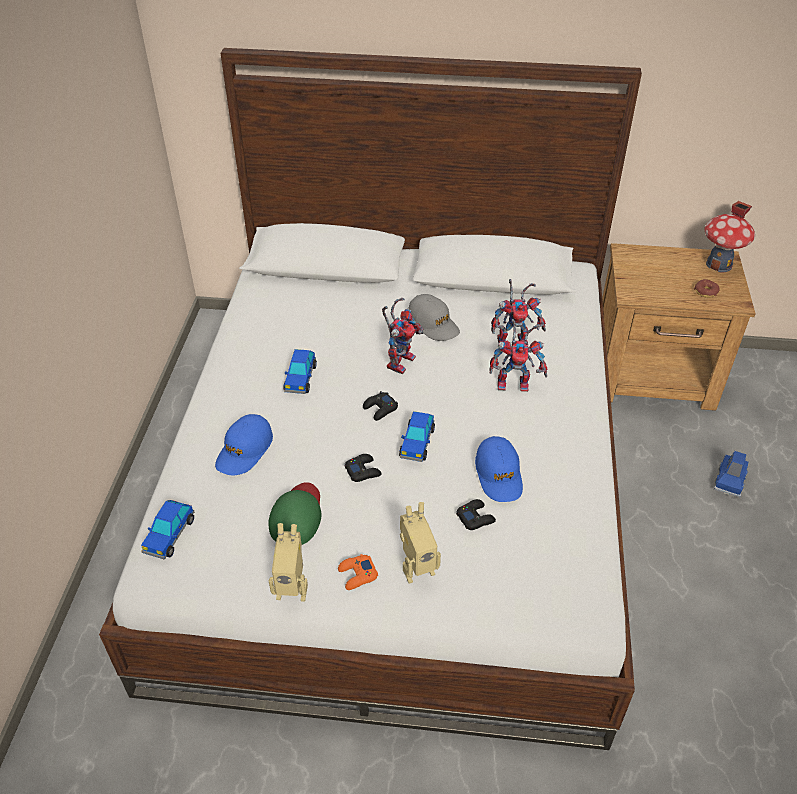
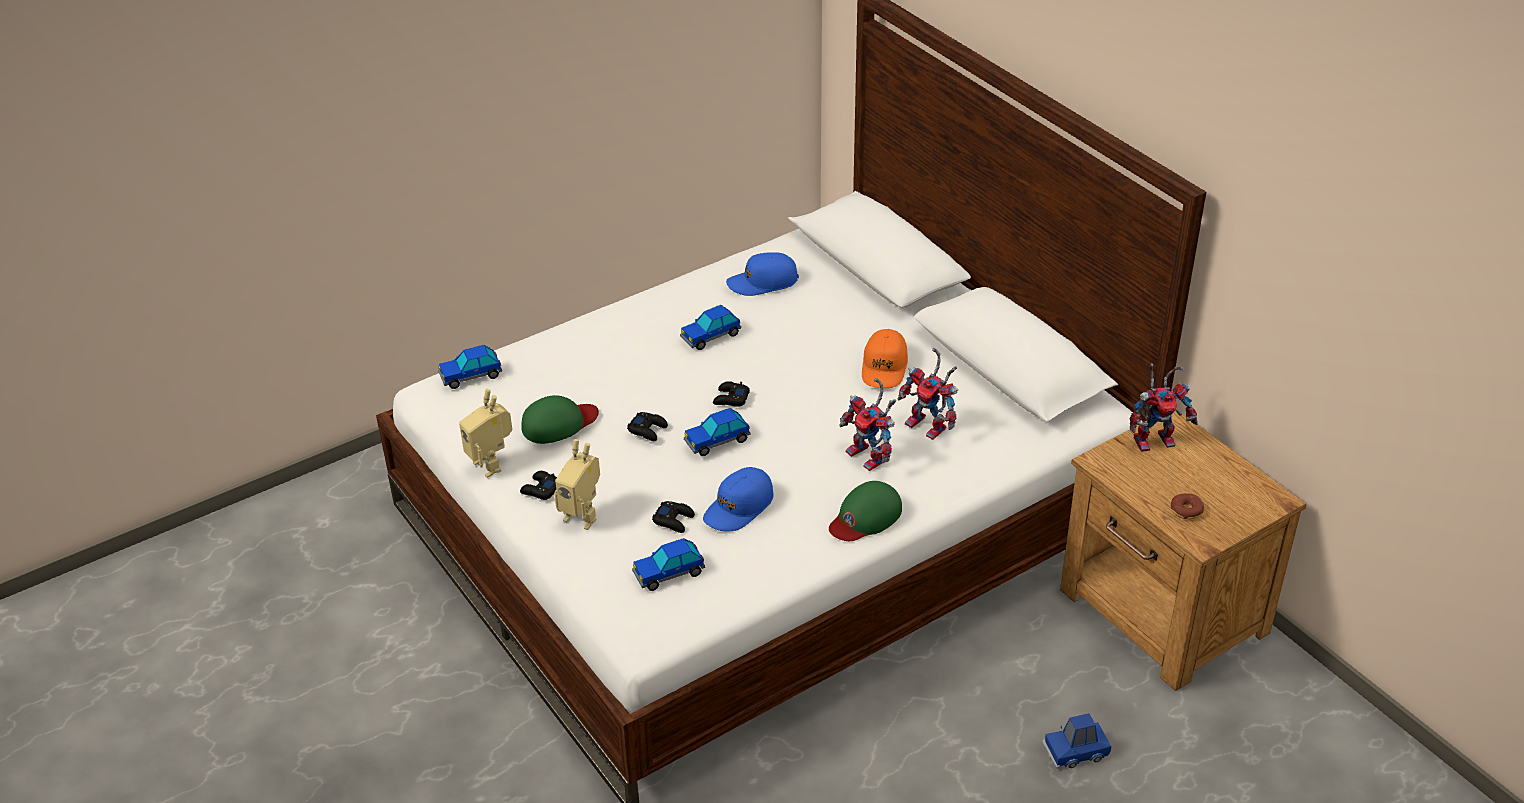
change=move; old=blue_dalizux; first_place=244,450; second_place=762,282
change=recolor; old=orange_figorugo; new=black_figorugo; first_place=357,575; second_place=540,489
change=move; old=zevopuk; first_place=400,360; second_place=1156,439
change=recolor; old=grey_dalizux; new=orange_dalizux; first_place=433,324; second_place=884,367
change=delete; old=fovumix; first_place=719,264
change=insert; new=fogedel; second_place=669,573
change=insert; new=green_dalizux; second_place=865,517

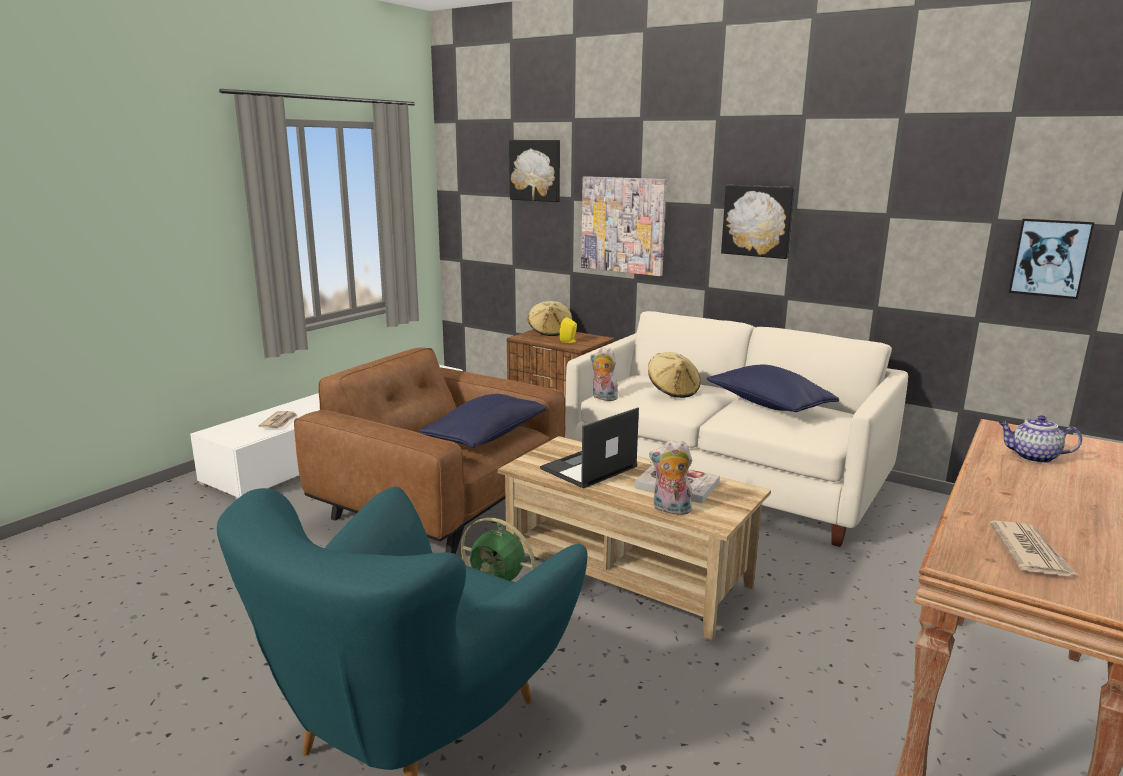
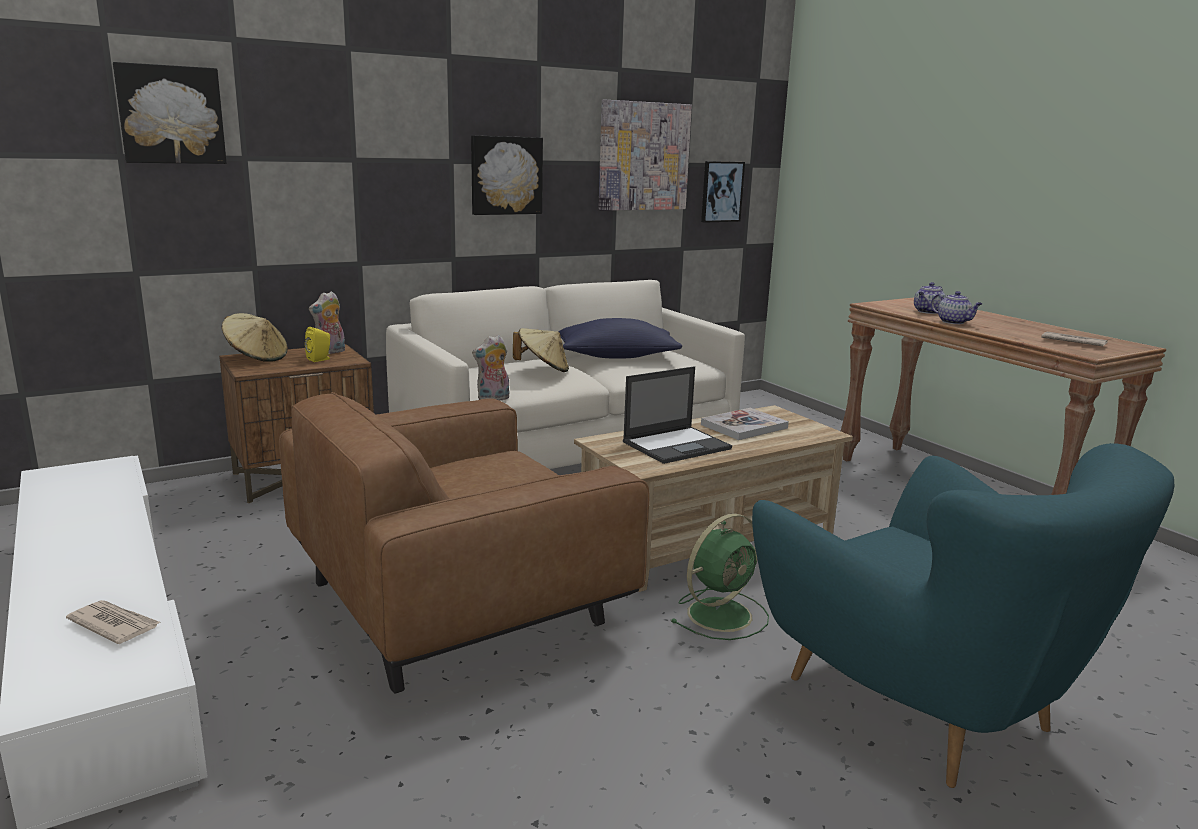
change=delete; old=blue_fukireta; first_place=486,437
change=rotate; old=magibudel; first_place=588,468; second_place=677,445; degrees=-105
change=move; old=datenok; first_place=623,225; second_place=643,156
change=move; old=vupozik; first_place=670,510; second_place=330,352
change=insert; new=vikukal; second_place=954,322

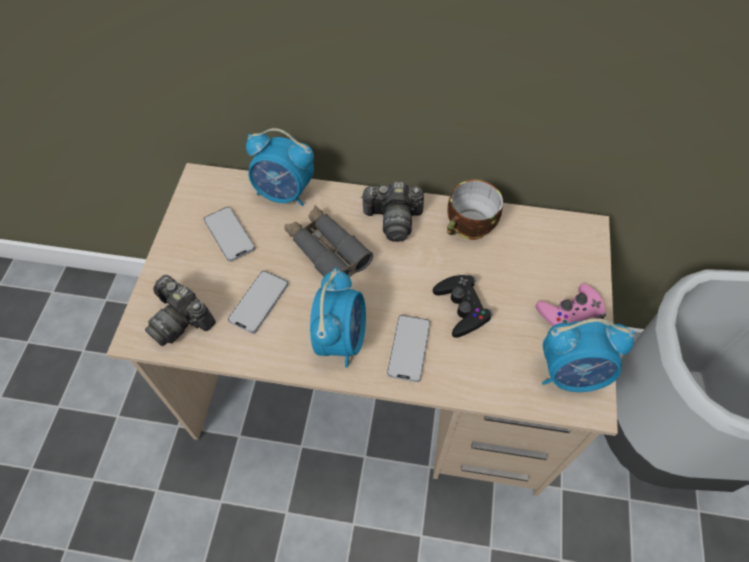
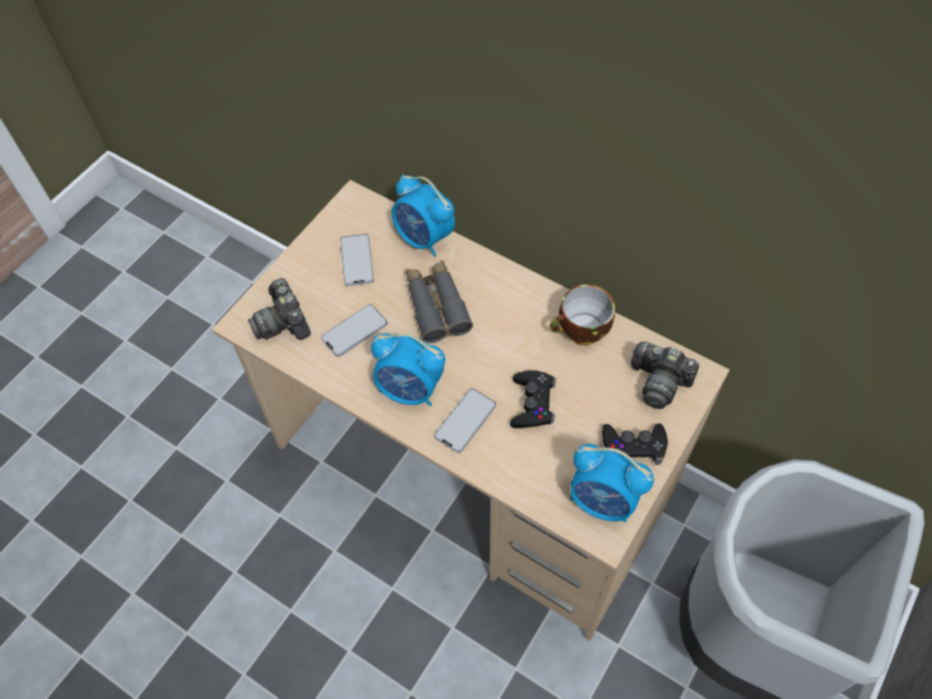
change=rotate; old=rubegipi; first_place=341,338; second_place=410,389; degrees=75
change=move; old=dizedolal; first_place=393,219; second_place=659,382
change=recolor; old=pink_figorugo; new=black_figorugo; first_place=570,312; second_place=633,446

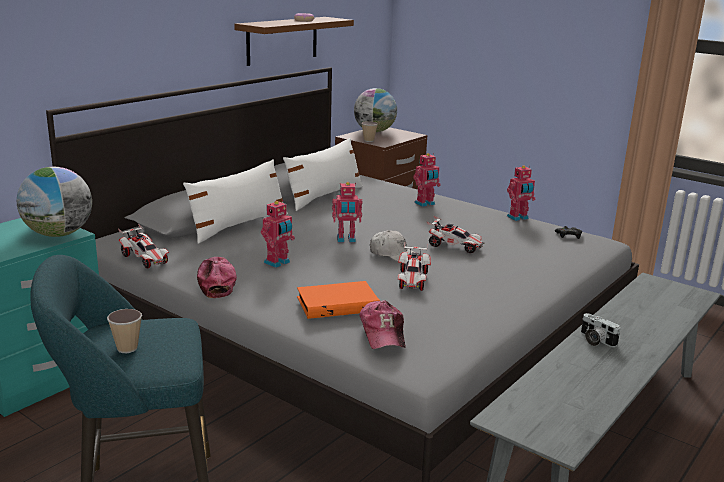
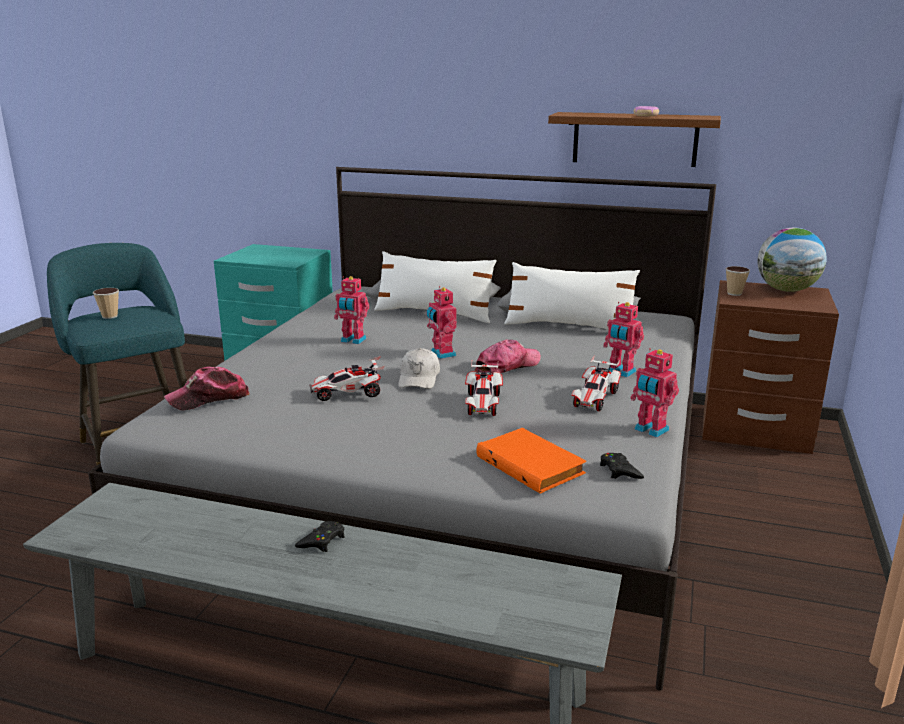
change=delete; old=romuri; first_place=58,234
change=move; old=fogedel; first_place=145,259; second_place=595,399
change=move; old=dalizux; first_place=215,283; second_place=507,366
change=move; old=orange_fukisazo; first_place=337,303; second_place=532,464
change=replace; old=dizedolal; new=black_figorugo; first_place=595,340; second_place=322,541

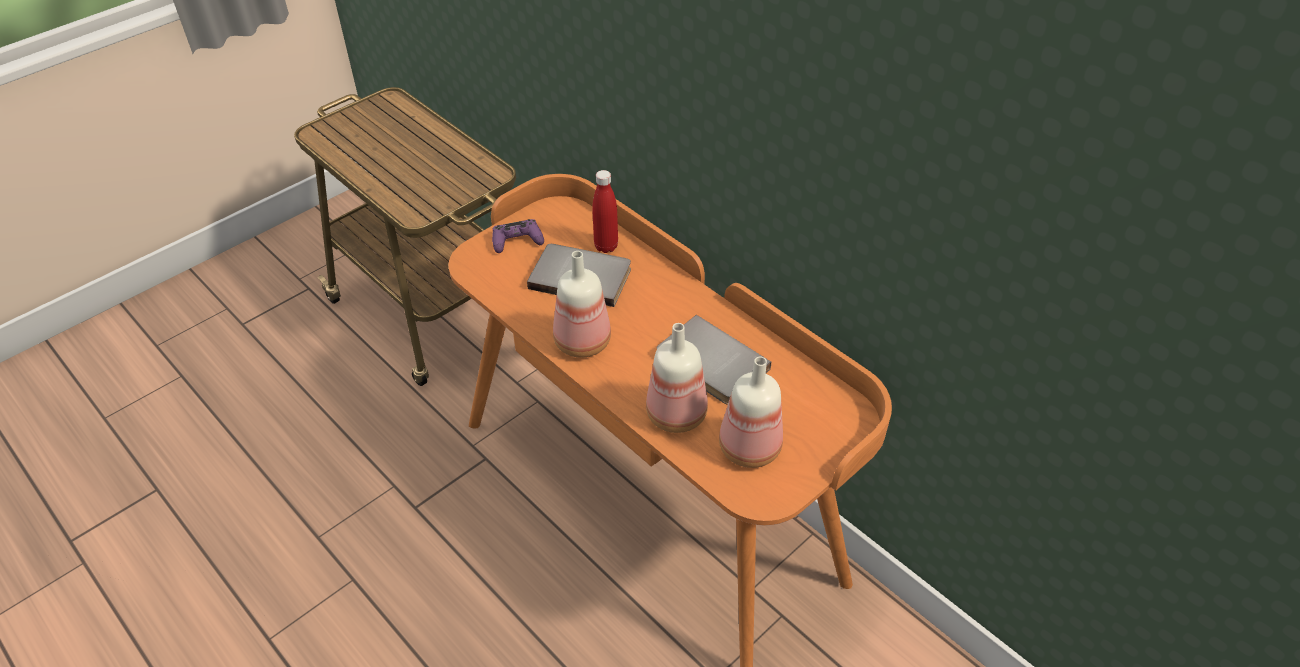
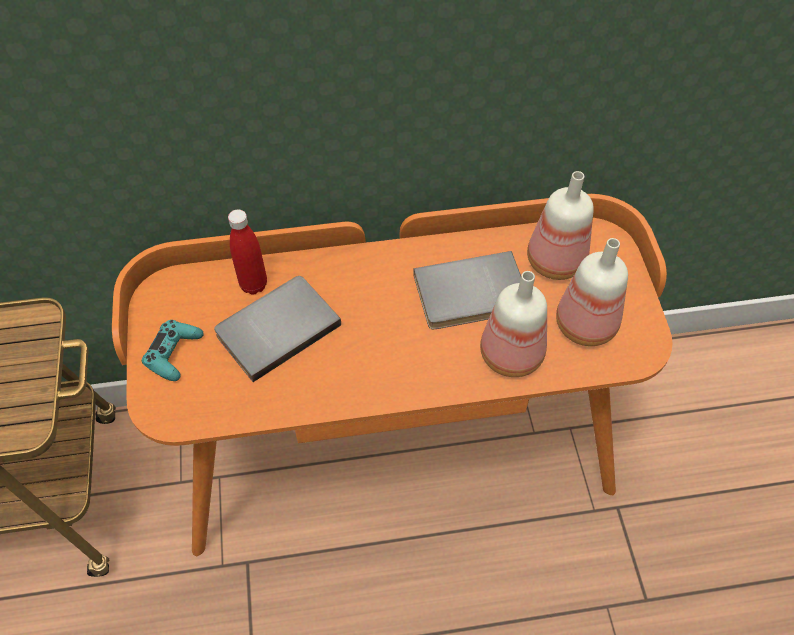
change=recolor; old=purple_figorugo; new=turquoise_figorugo; first_place=517,241; second_place=174,353
change=move; old=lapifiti; first_place=580,342; second_place=555,263

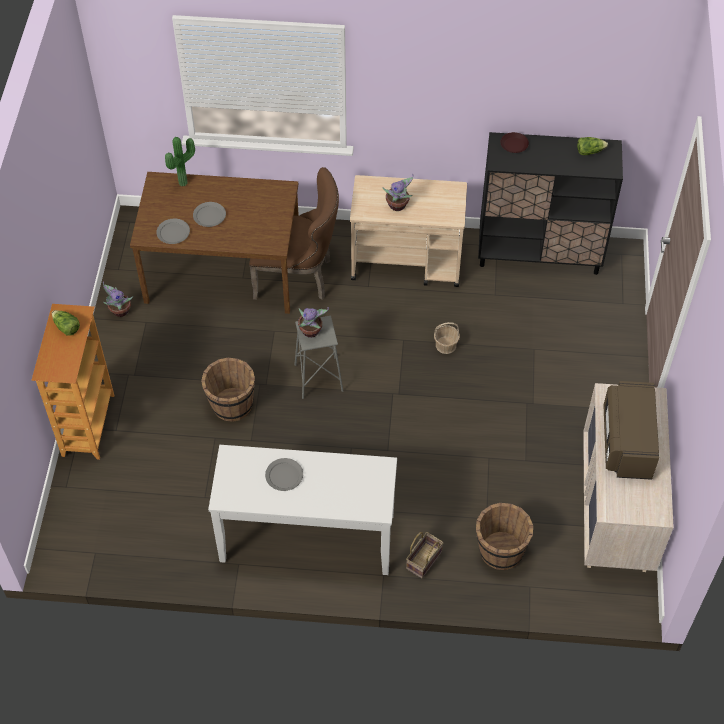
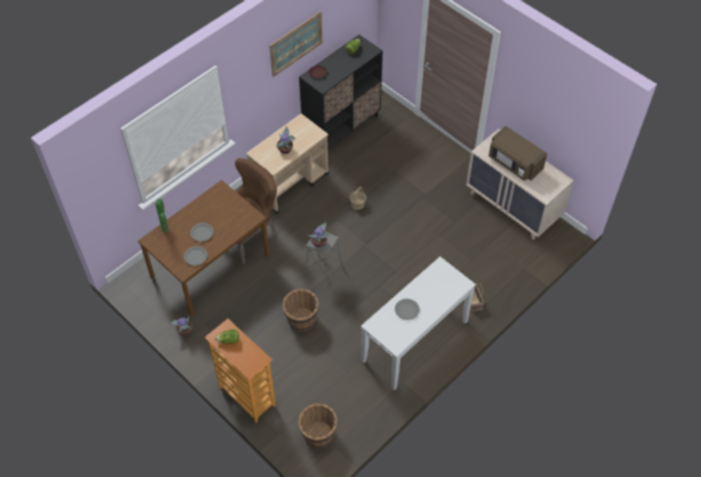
change=move; old=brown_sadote; first_place=500,551; second_place=318,435
change=insert; new=datenok; second_place=296,43

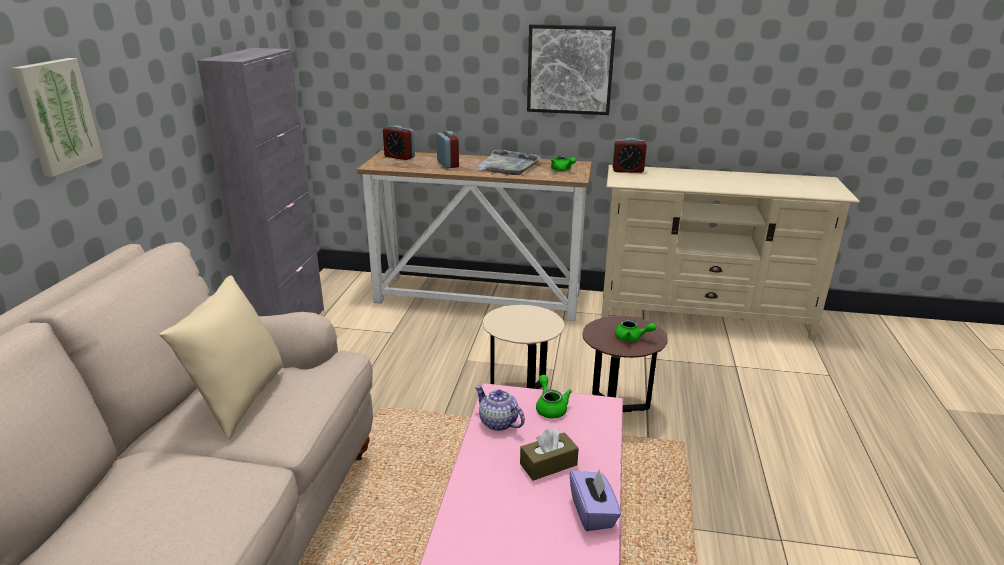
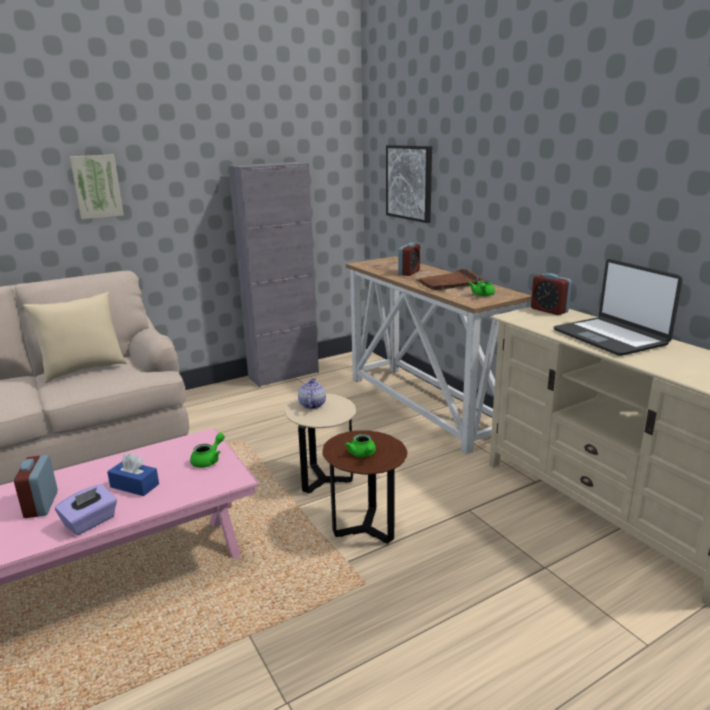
change=move; old=rubegipi; first_place=399,157; second_place=41,505
change=move; old=vikukal; first_place=498,422; second_place=312,405
change=recolor; old=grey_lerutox; new=brown_lerutox; first_place=508,165; second_place=449,283
change=recolor; old=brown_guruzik; new=blue_guruzik; first_place=548,464; second_place=134,486
change=move; old=datenok; first_place=570,69; second_place=409,182
change=insert; new=magibudel; second_place=610,337

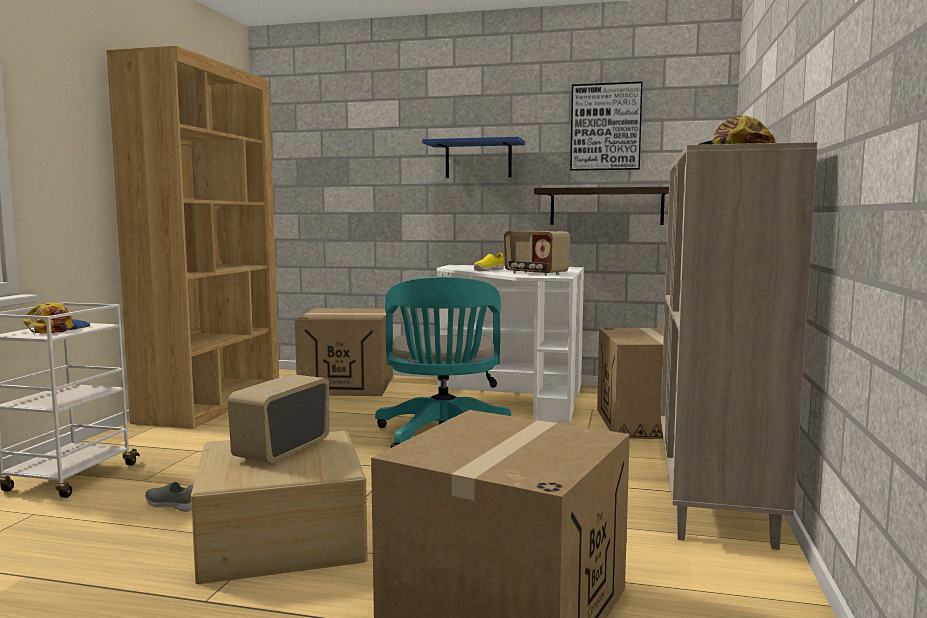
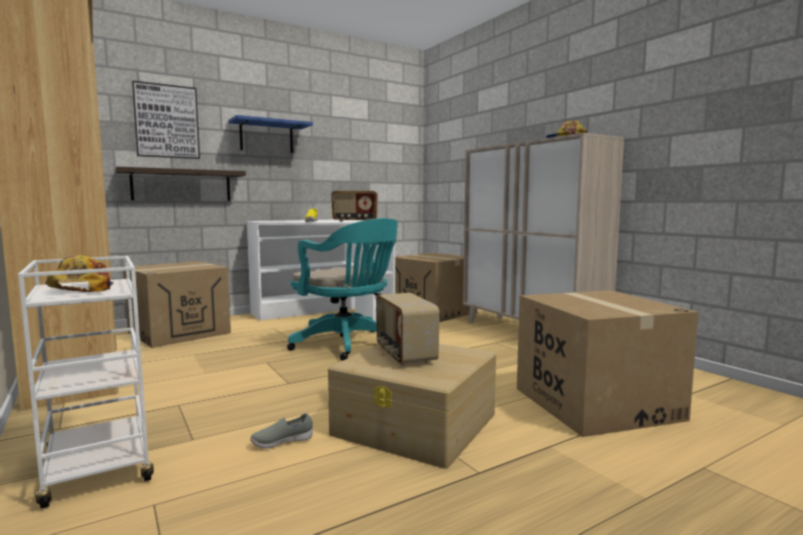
change=move; old=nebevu; first_place=606,206; second_place=182,185
change=move; old=datenok; first_place=605,127; second_place=166,121

